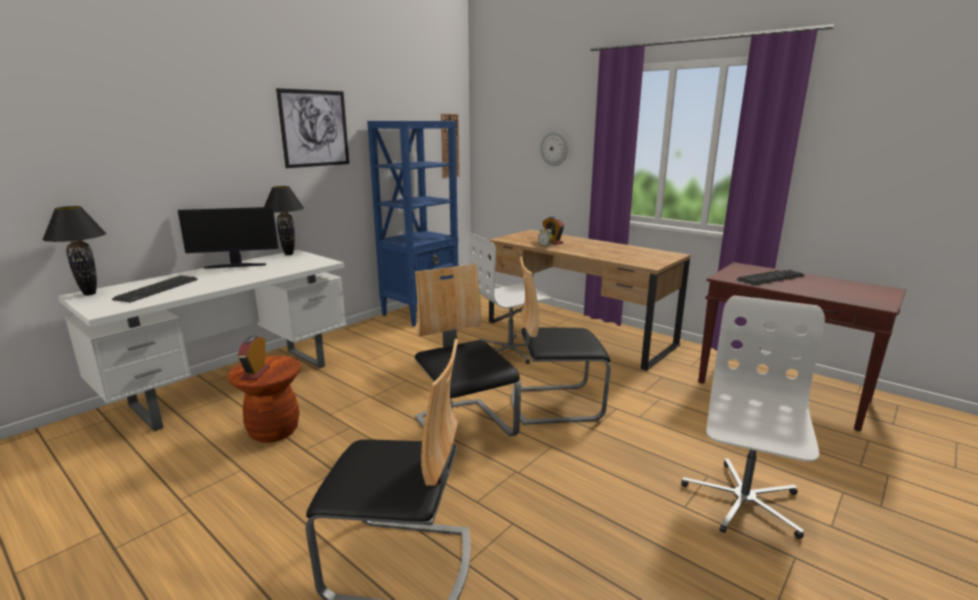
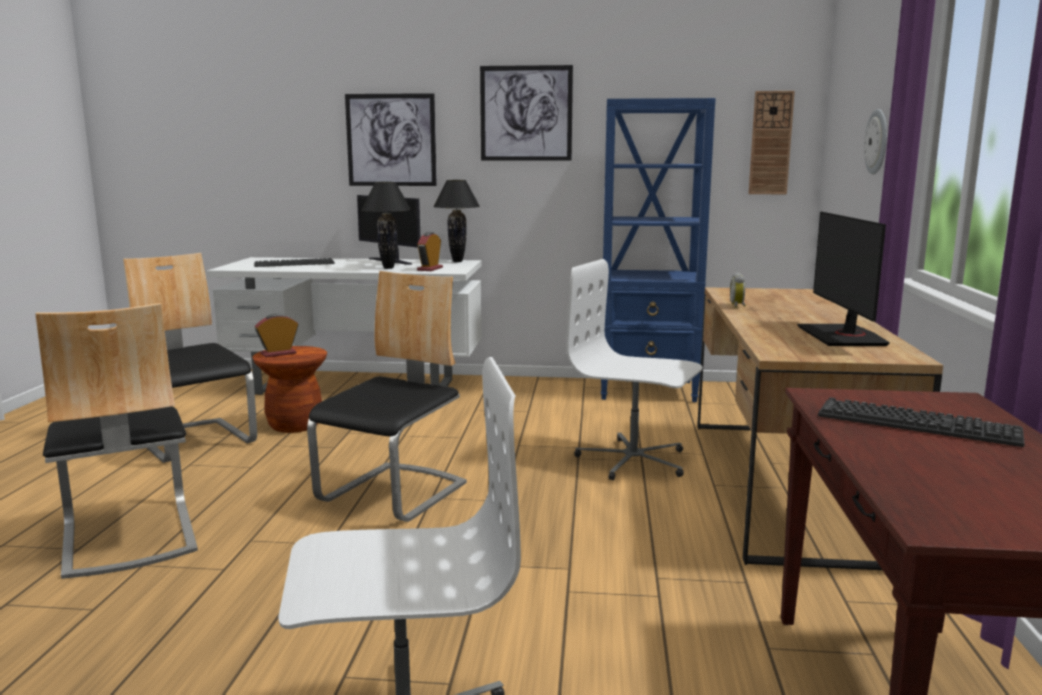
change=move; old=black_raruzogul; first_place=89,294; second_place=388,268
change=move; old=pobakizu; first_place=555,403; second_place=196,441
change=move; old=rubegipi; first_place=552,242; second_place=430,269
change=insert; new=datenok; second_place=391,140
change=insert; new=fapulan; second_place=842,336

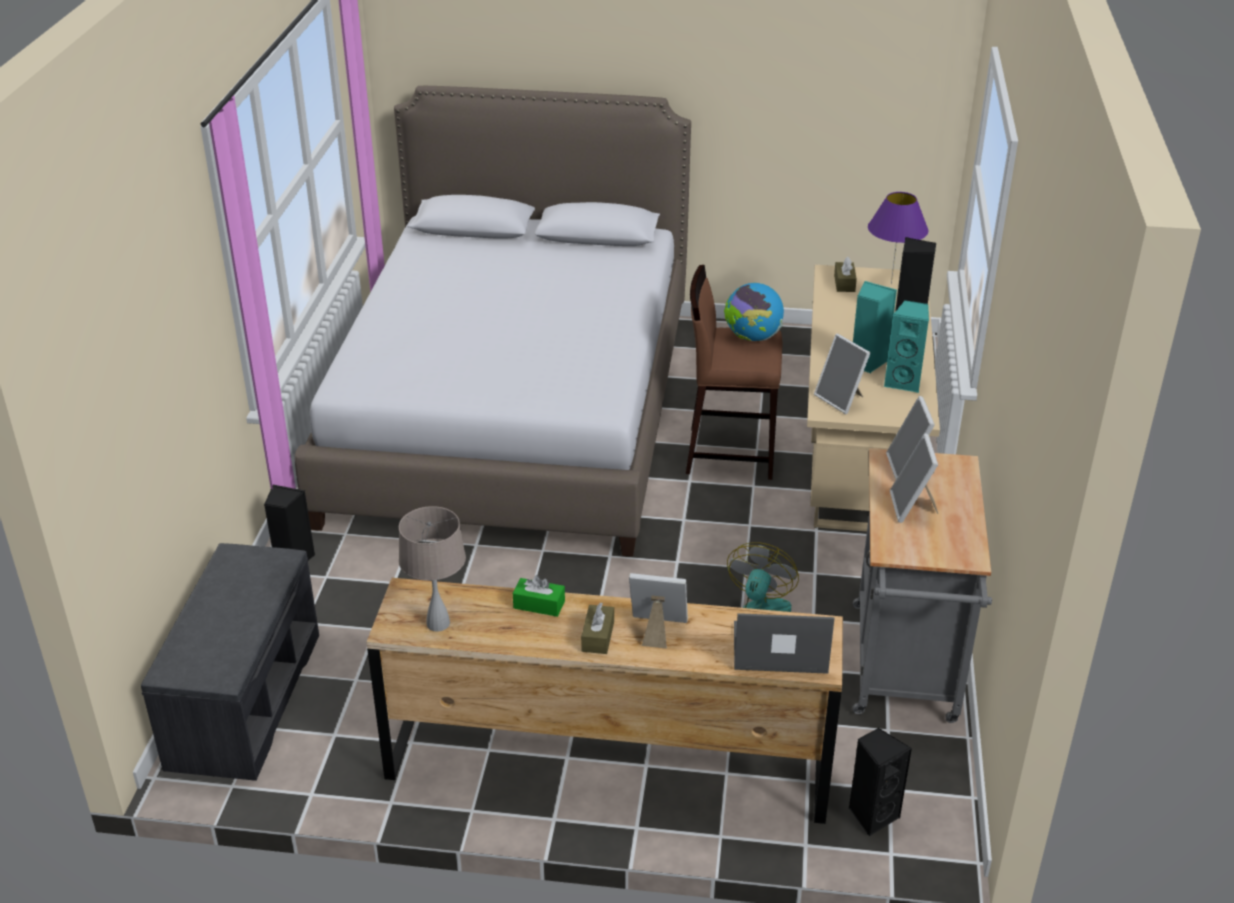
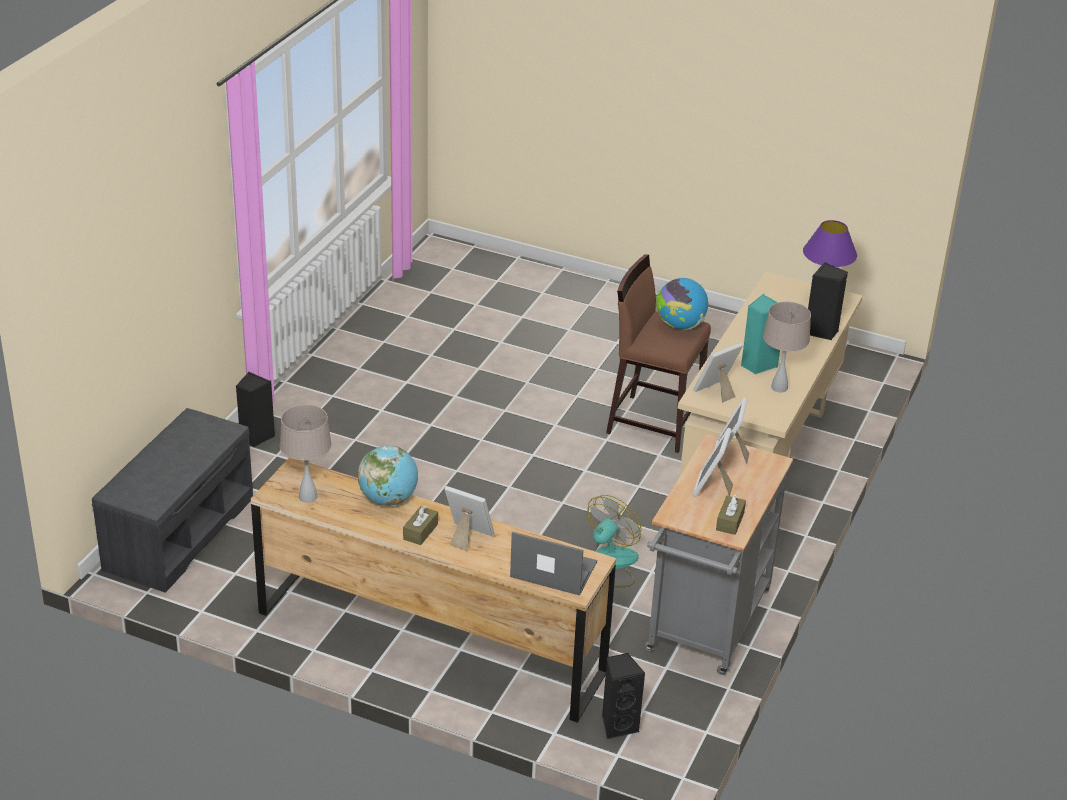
change=delete; old=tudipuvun; first_place=512,414
change=replace; old=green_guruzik; new=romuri; first_place=539,604; second_place=388,499
change=rotate; old=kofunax; first_place=841,399; second_place=716,391; degrees=75
change=move; old=brown_guruzik; first_place=844,283; second_place=730,521
change=replace; old=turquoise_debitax; new=beige_raruzogul; first_place=904,382; second_place=779,387

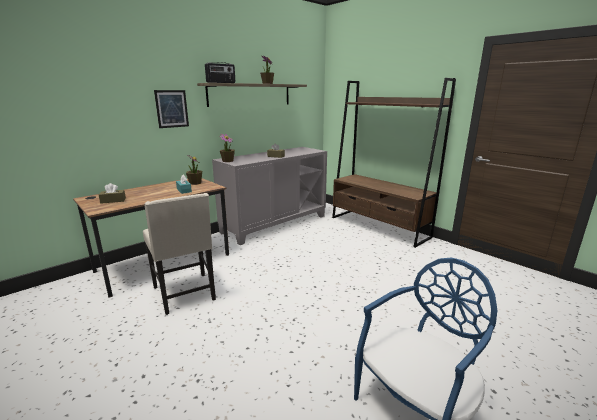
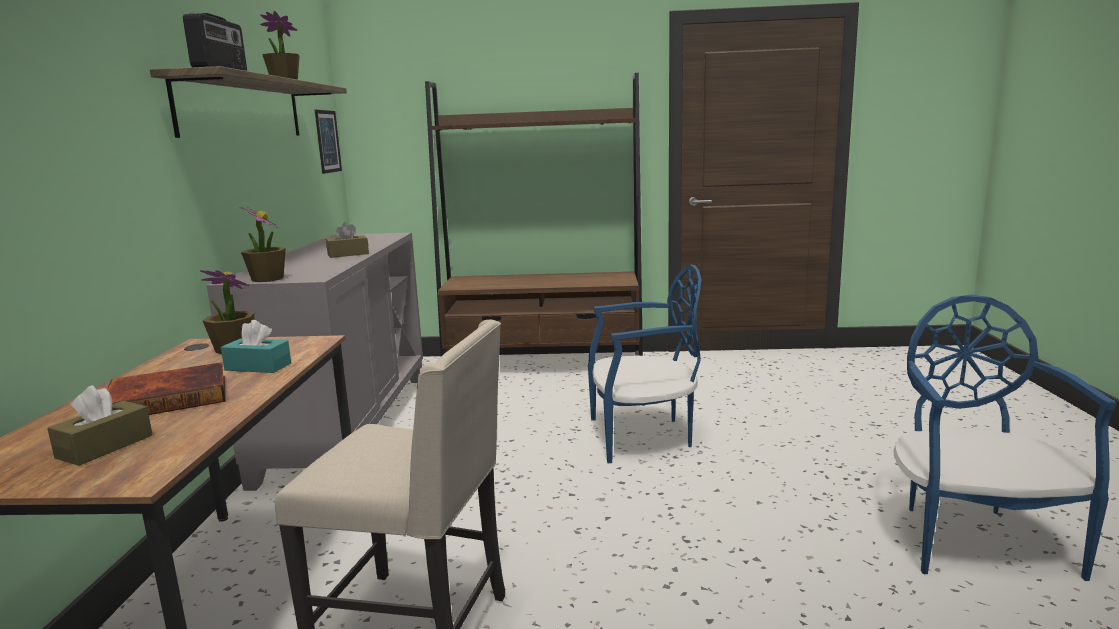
change=move; old=datenok; first_place=172,109; second_place=328,141
change=insert; new=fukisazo; second_place=170,397
change=insert; new=blue_pobakizu; second_place=643,436

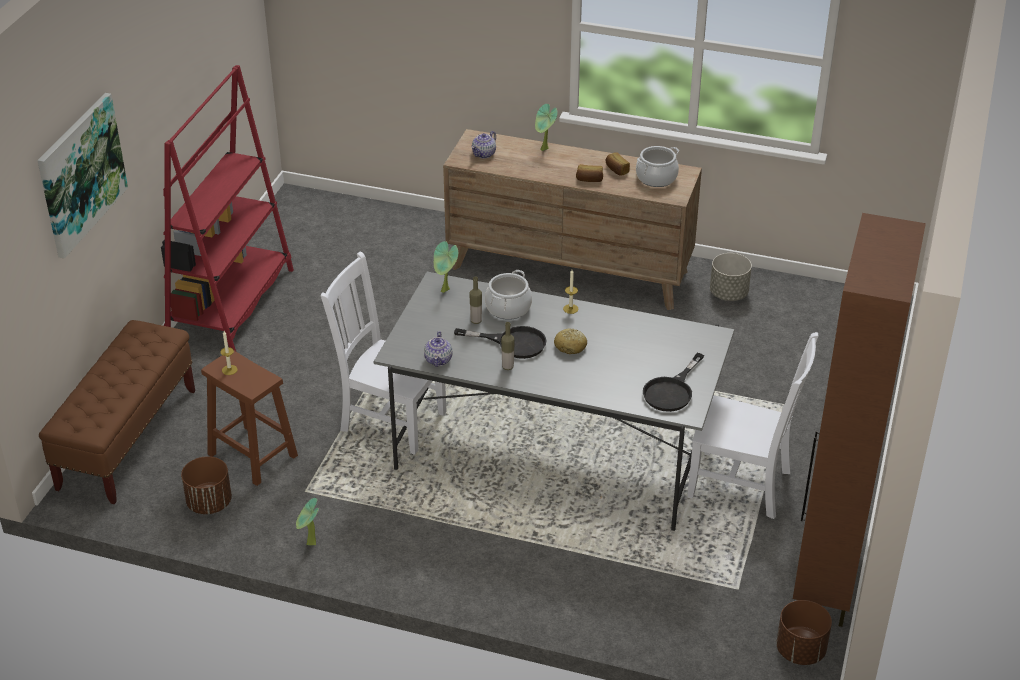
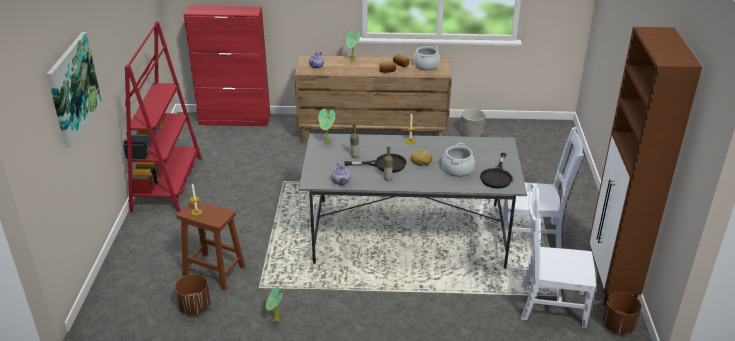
change=delete; old=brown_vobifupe; first_place=128,439
change=move; old=white_pobakizu; first_place=390,420; second_place=549,305
change=move; old=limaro; first_place=508,308; second_place=457,169
change=insert; new=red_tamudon; second_place=235,120

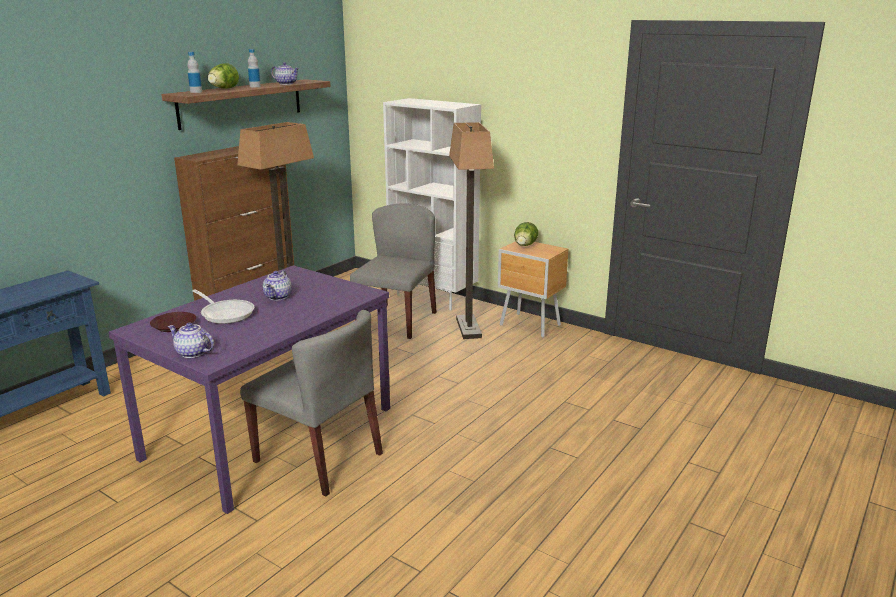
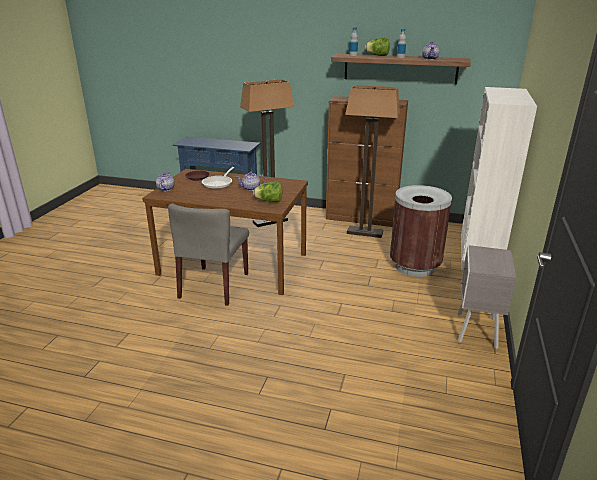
change=recolor; old=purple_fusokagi; new=brown_fusokagi; first_place=271,432; second_place=234,264
change=replace; old=grey_pobakizu; new=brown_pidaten; first_place=397,321; second_place=415,266
change=move; old=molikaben; first_place=468,328; second_place=270,221
change=recolor; old=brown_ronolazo; new=grey_ronolazo; first_place=530,326; second_place=475,331
change=move; old=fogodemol; first_place=524,246; second_place=269,201

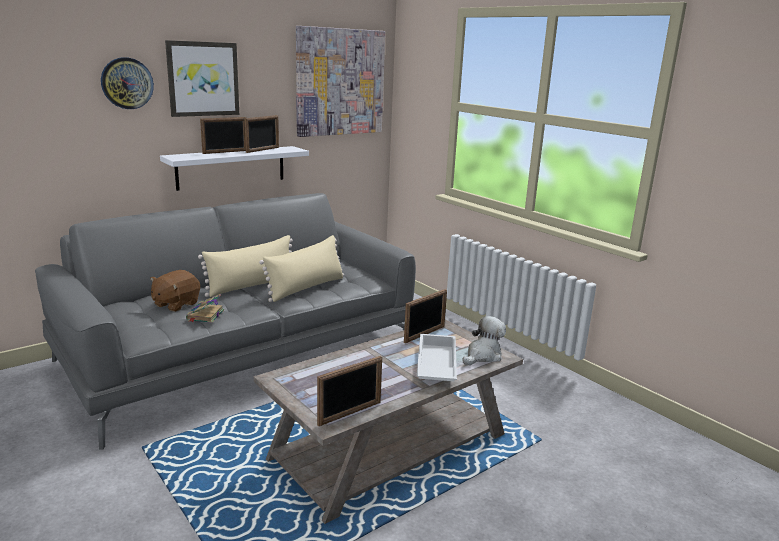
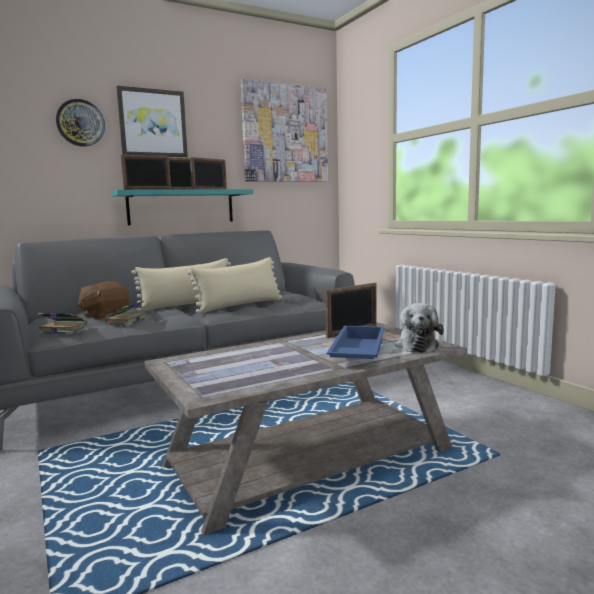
change=recolor; old=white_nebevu; new=turquoise_nebevu; first_place=231,167; second_place=181,207
change=move; old=kofunax; first_place=350,413; second_place=148,189
change=recolor; old=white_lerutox; new=blue_lerutox; first_place=435,365; second_place=356,352
change=rotate; old=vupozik; first_place=483,355; second_place=417,345; degrees=135
change=insert; new=fukisazo; second_place=62,329

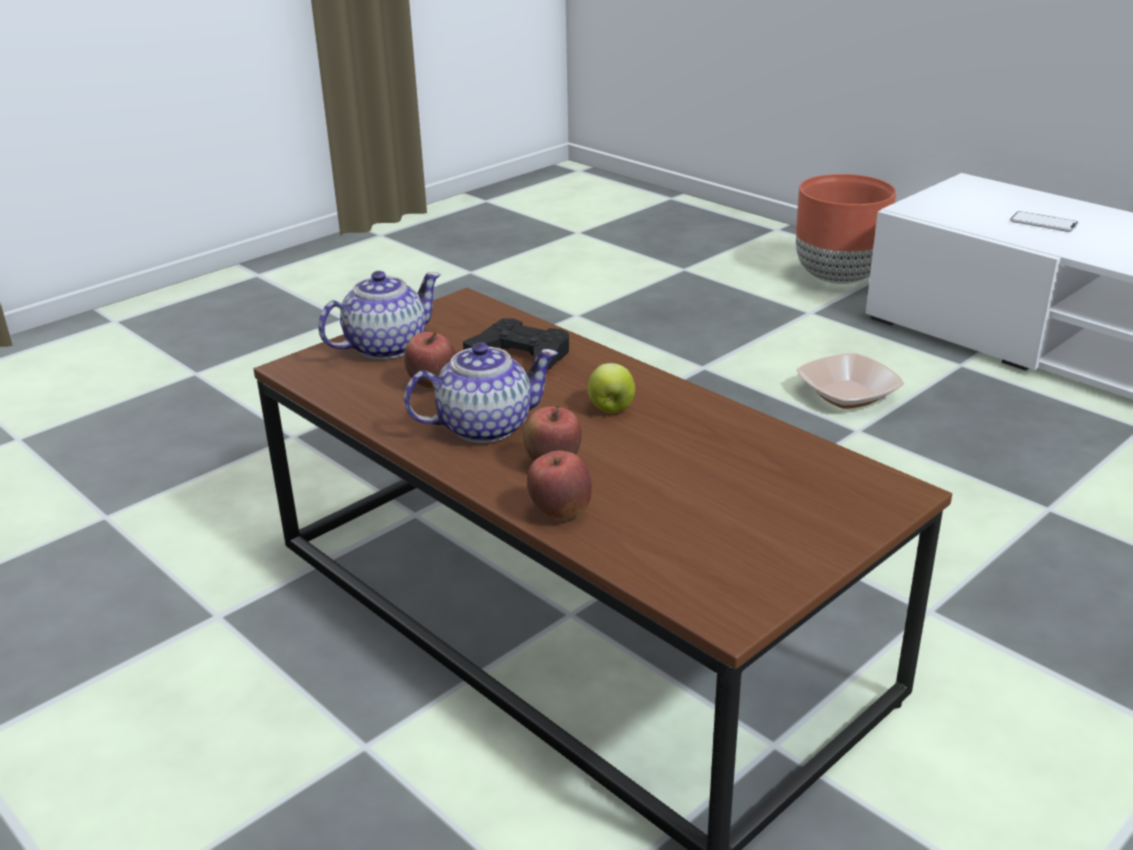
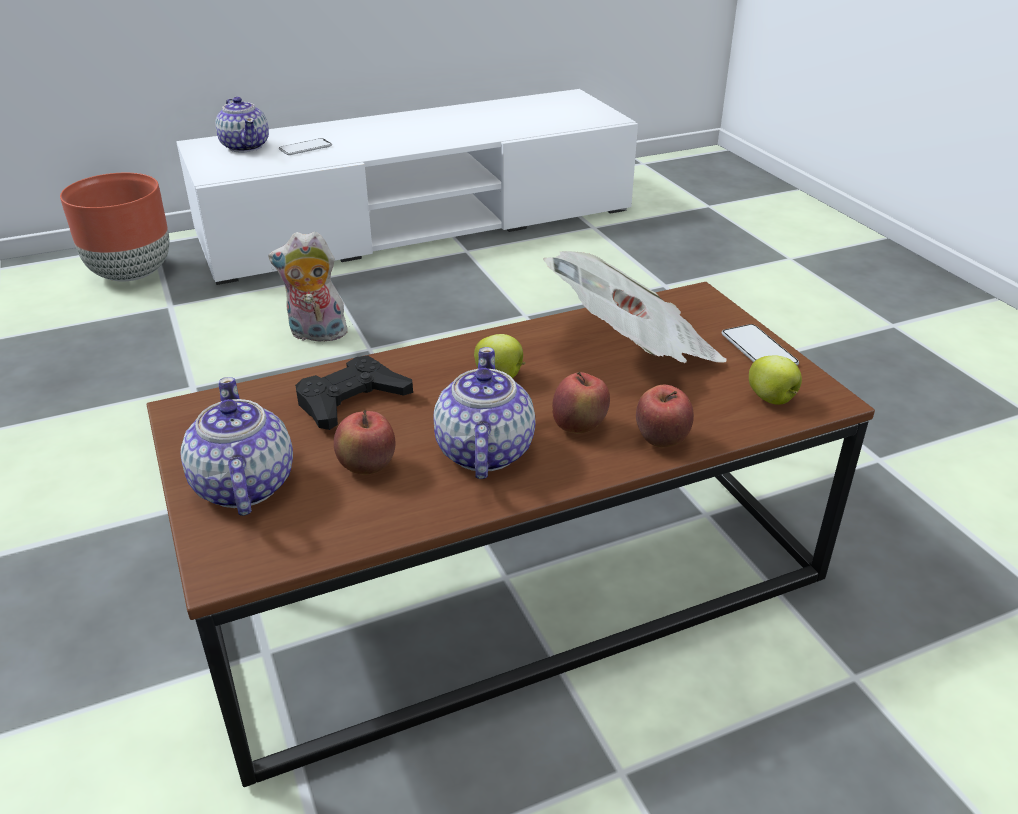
change=replace; old=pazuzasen; new=vupozik; first_place=847,395; second_place=316,335
change=insert; new=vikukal; second_place=245,146
change=insert; new=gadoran; second_place=633,350
change=insert; new=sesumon; second_place=758,349
change=insert; new=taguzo; second_place=772,400

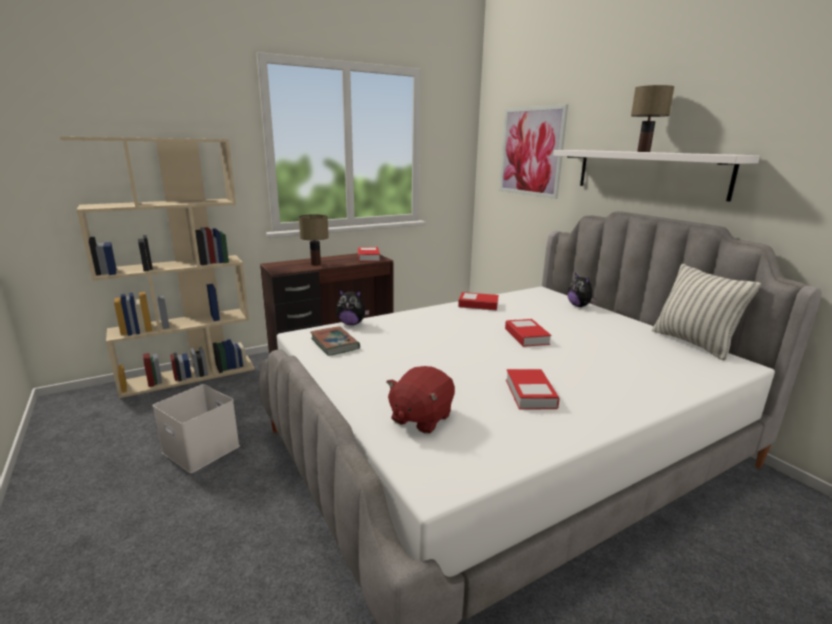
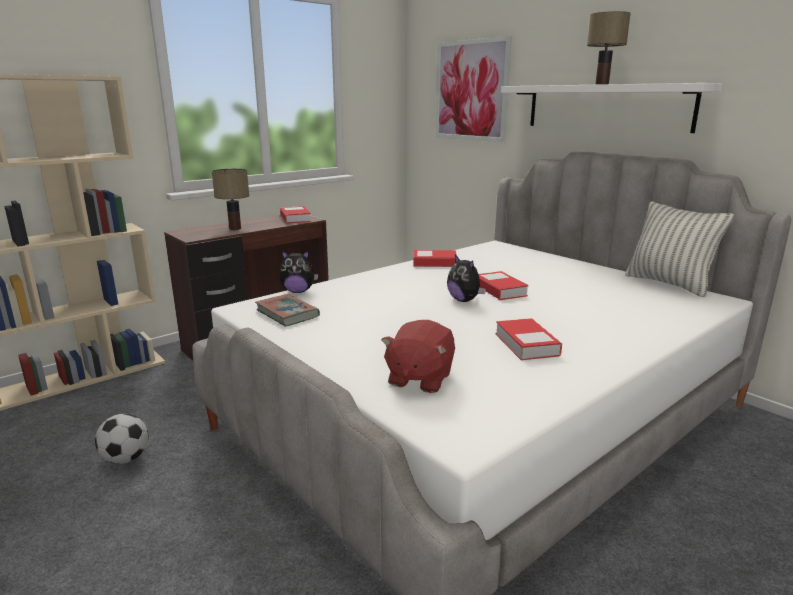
change=replace; old=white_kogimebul; new=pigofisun; first_place=203,449; second_place=126,458
change=move; old=vupozik; first_place=579,306; second_place=464,300

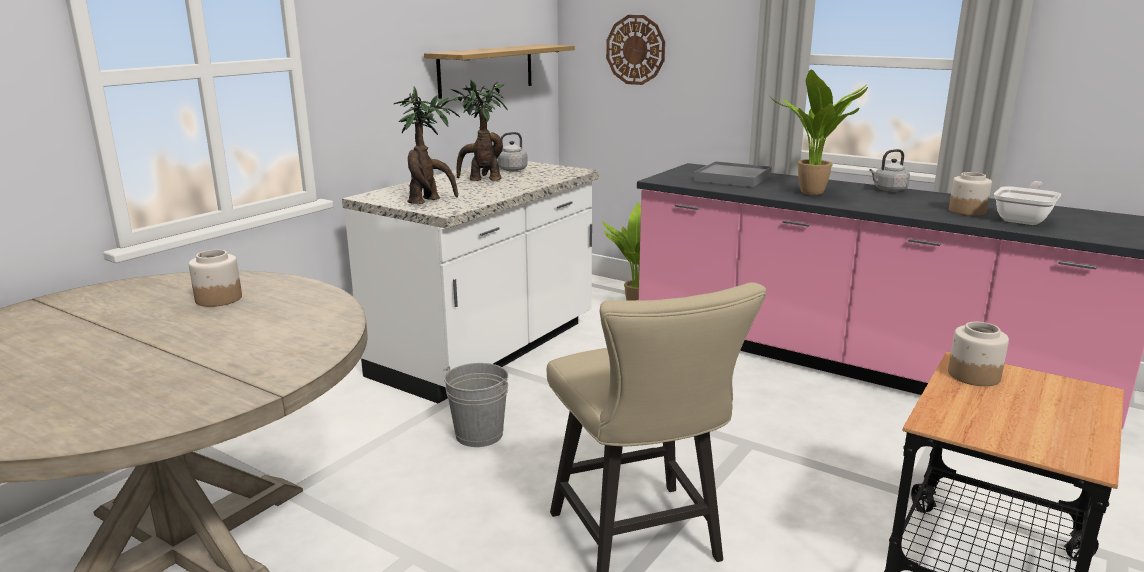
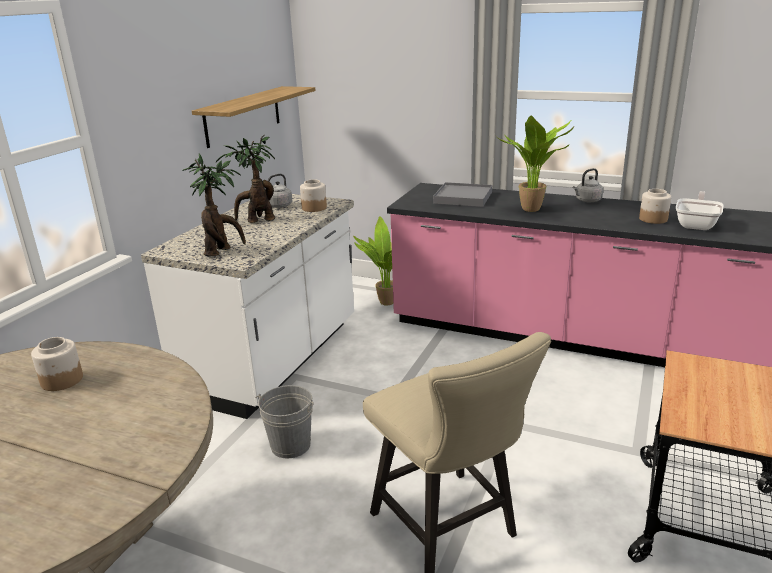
change=delete; old=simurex; first_place=635,50
change=move; old=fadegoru; first_place=973,375; second_place=314,208

